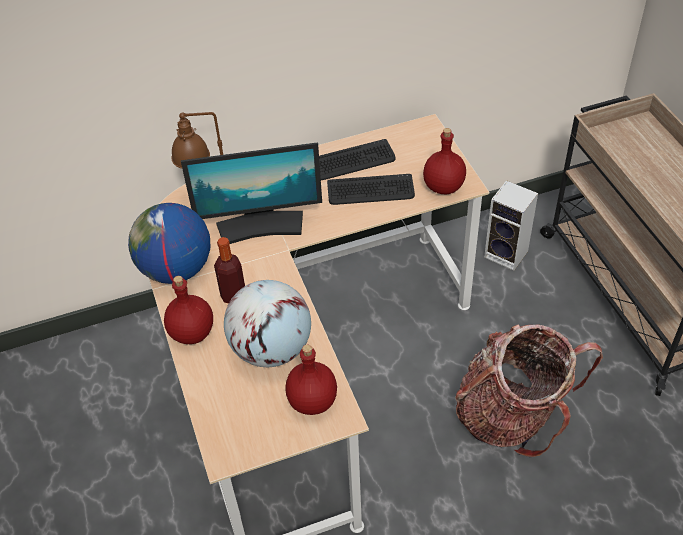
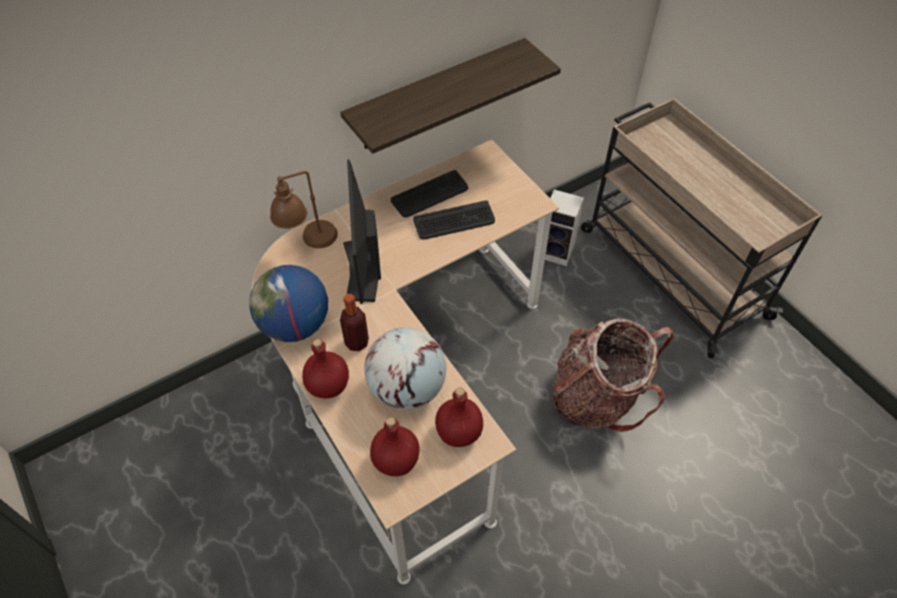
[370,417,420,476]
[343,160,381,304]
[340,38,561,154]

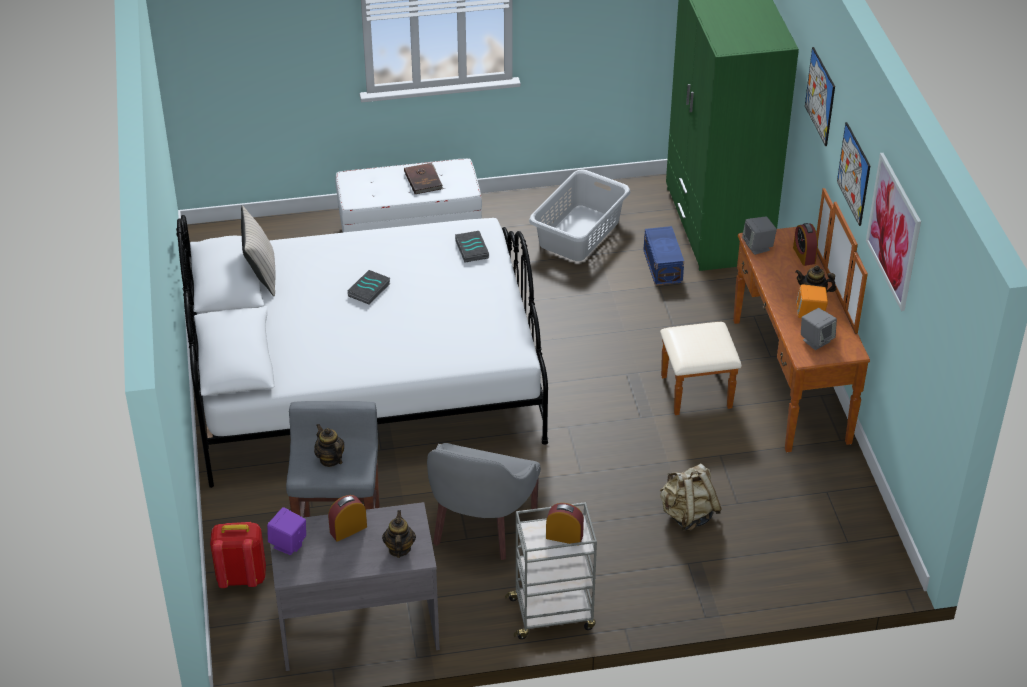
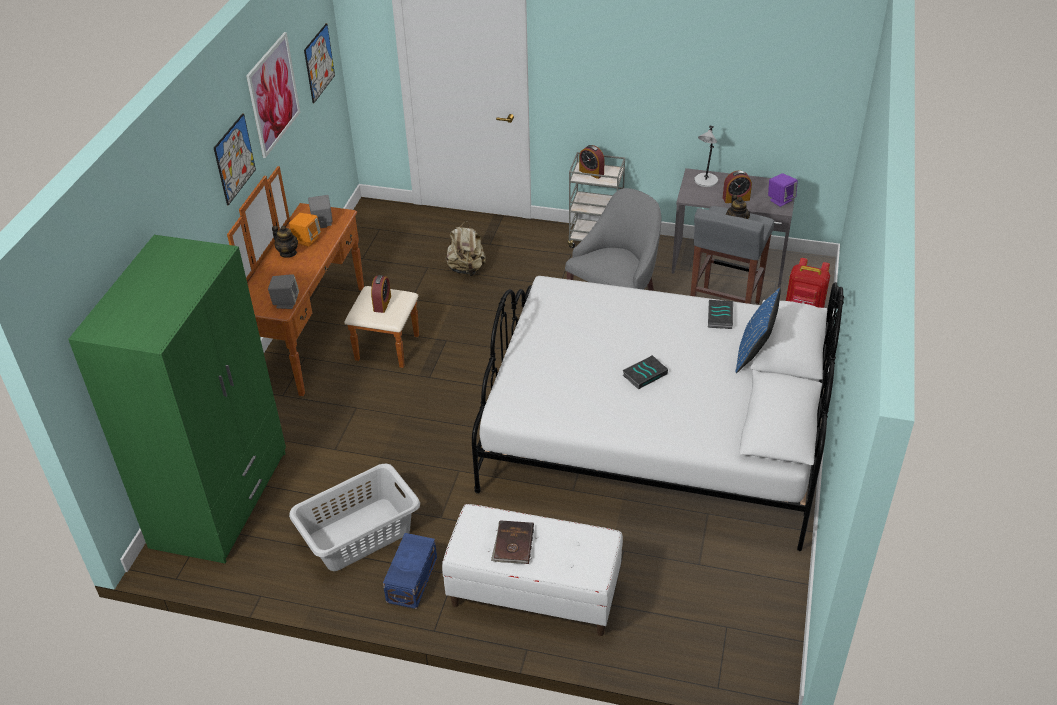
[304,23,335,103]
[241,205,276,296] (first image)
[371,275,391,313]
[383,533,437,609]
[708,300,733,329]
[694,125,718,187]
[736,288,781,373]

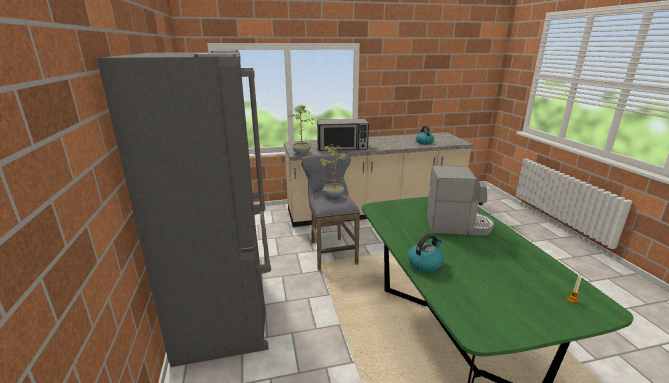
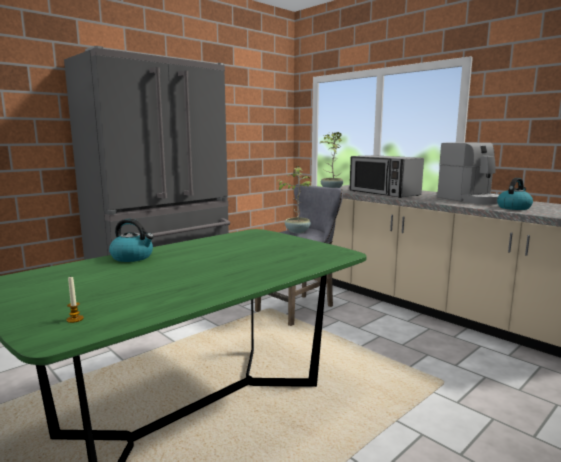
[437,142,500,205]

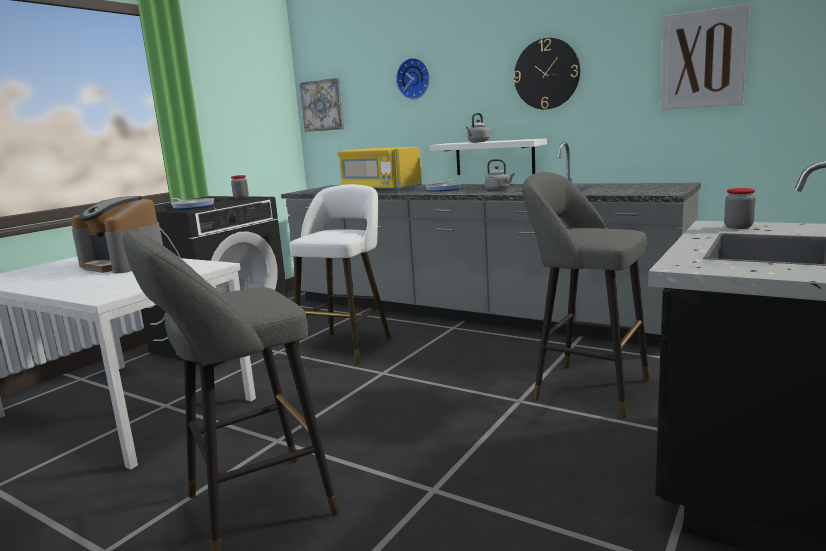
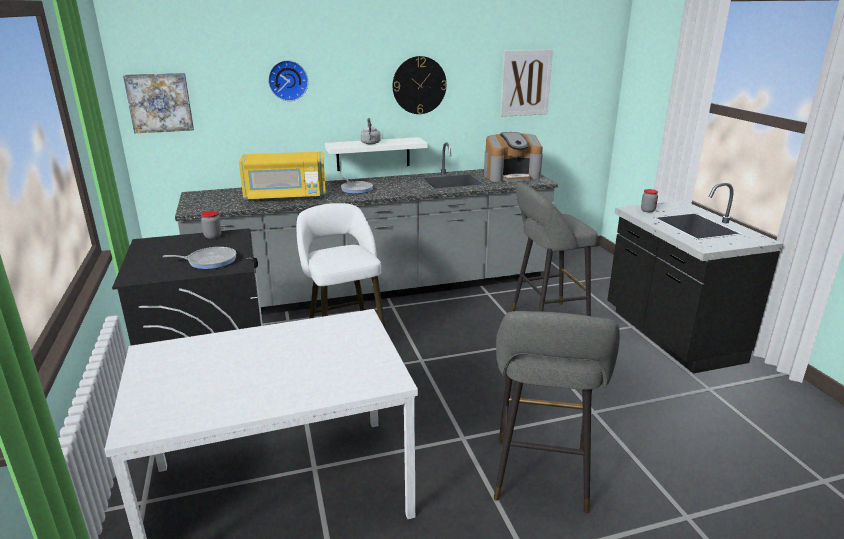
[485,159,515,190] (first image)
[484,132,543,182]

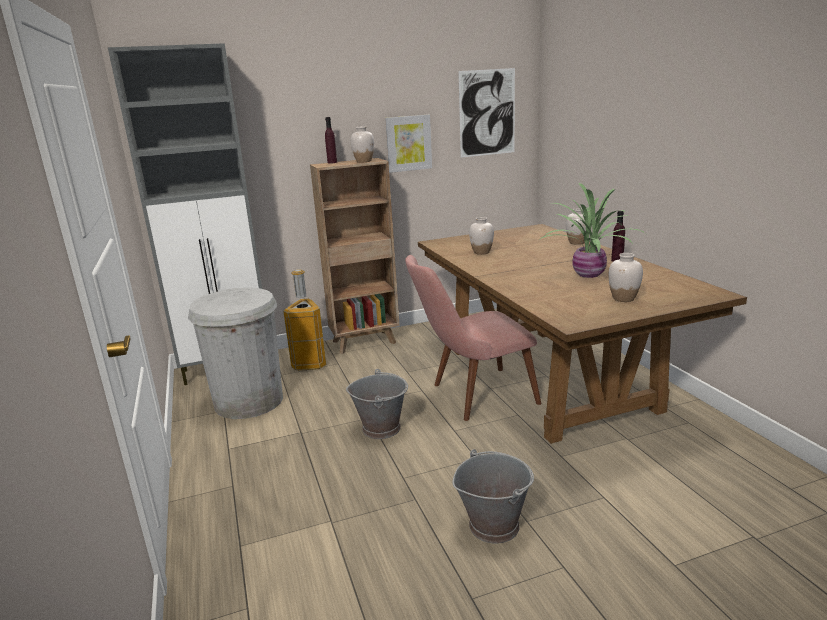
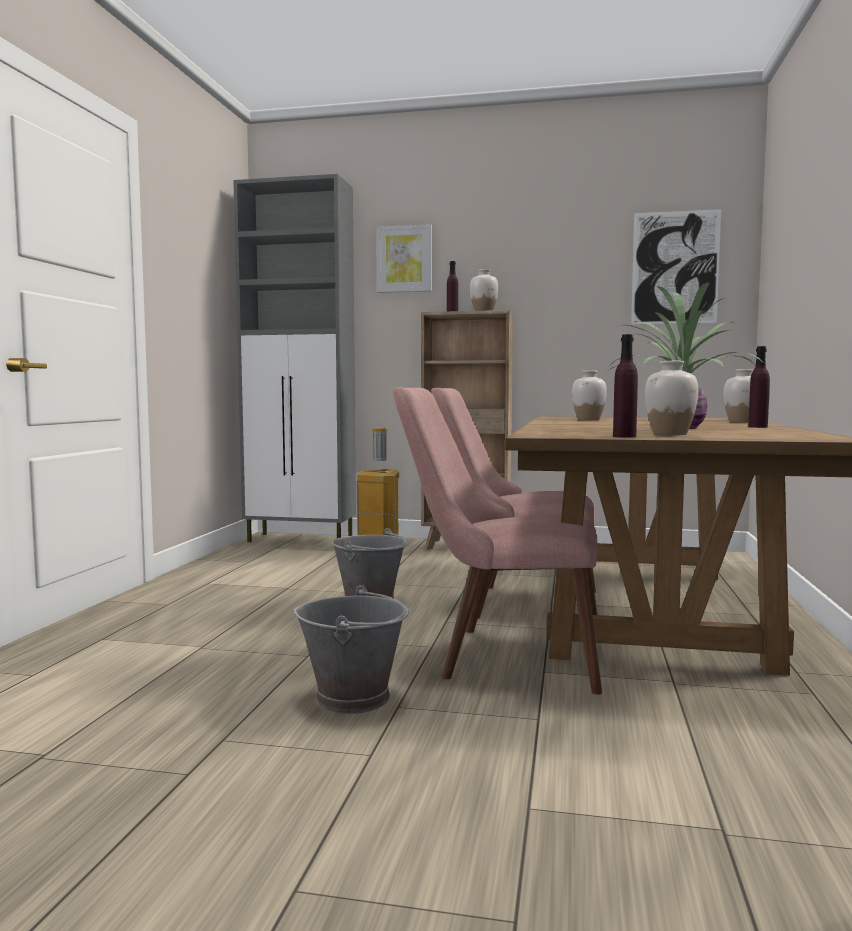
[376,224,432,293]
[188,288,283,419] (first image)
[613,334,638,438]
[393,387,602,695]

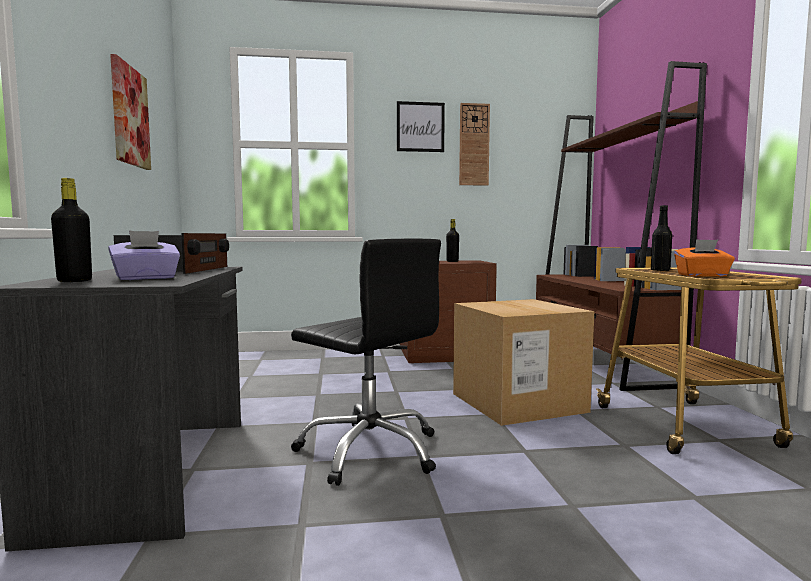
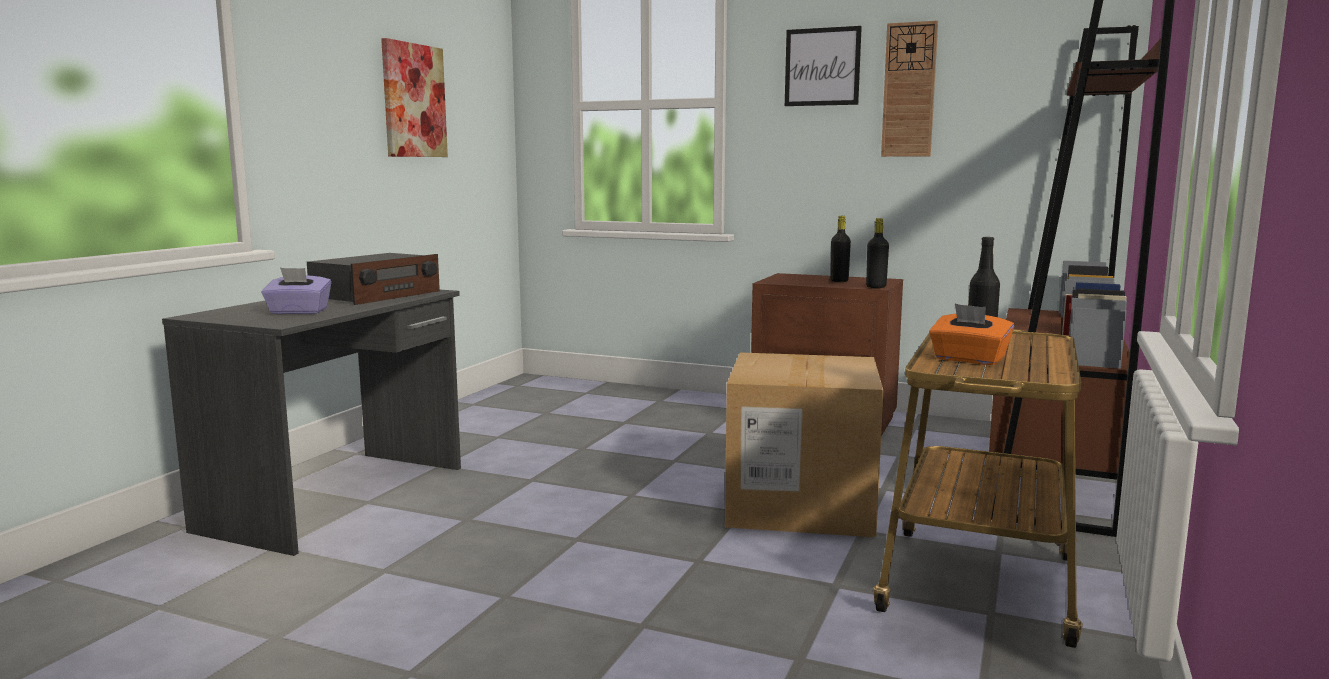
[866,218,889,288]
[291,239,441,486] (first image)

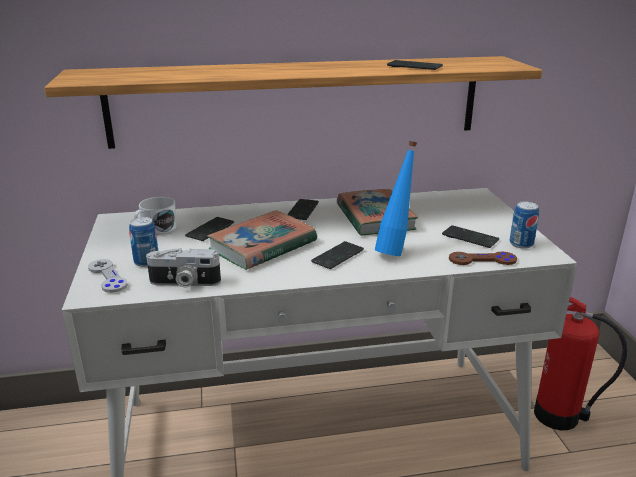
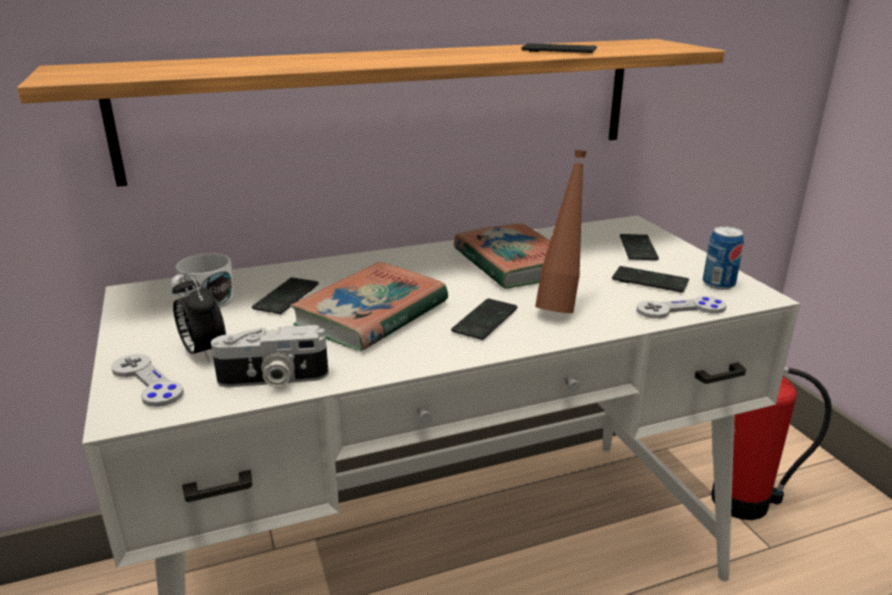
[535,150,587,313]
[620,234,659,260]
[172,272,226,363]
[637,296,726,319]

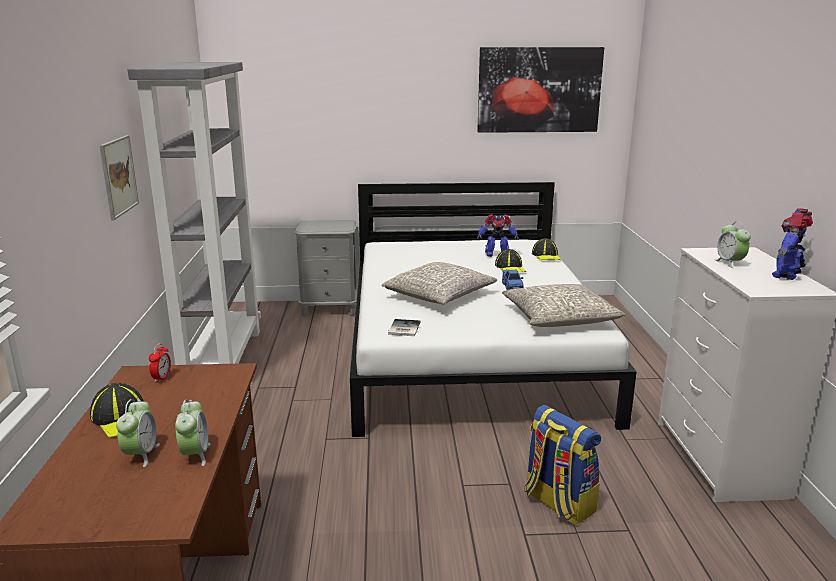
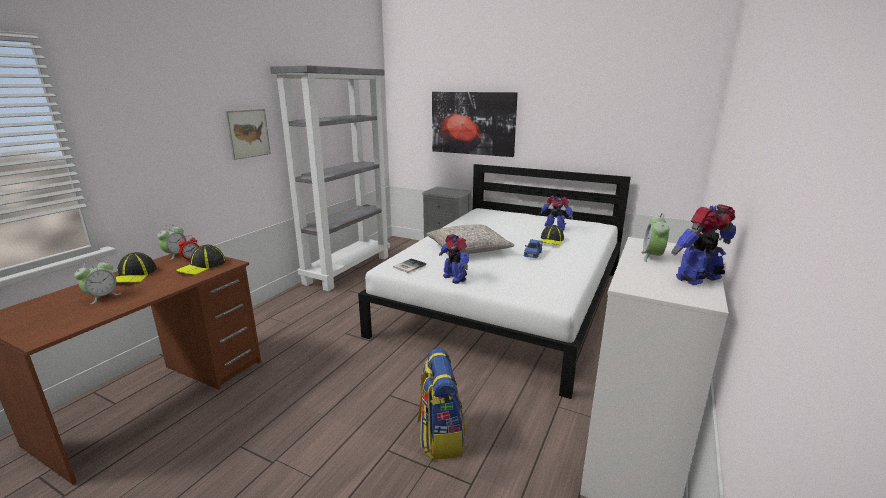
[432,92,518,157]
[176,245,225,275]
[502,284,625,327] (first image)
[157,224,187,260]
[439,234,469,284]

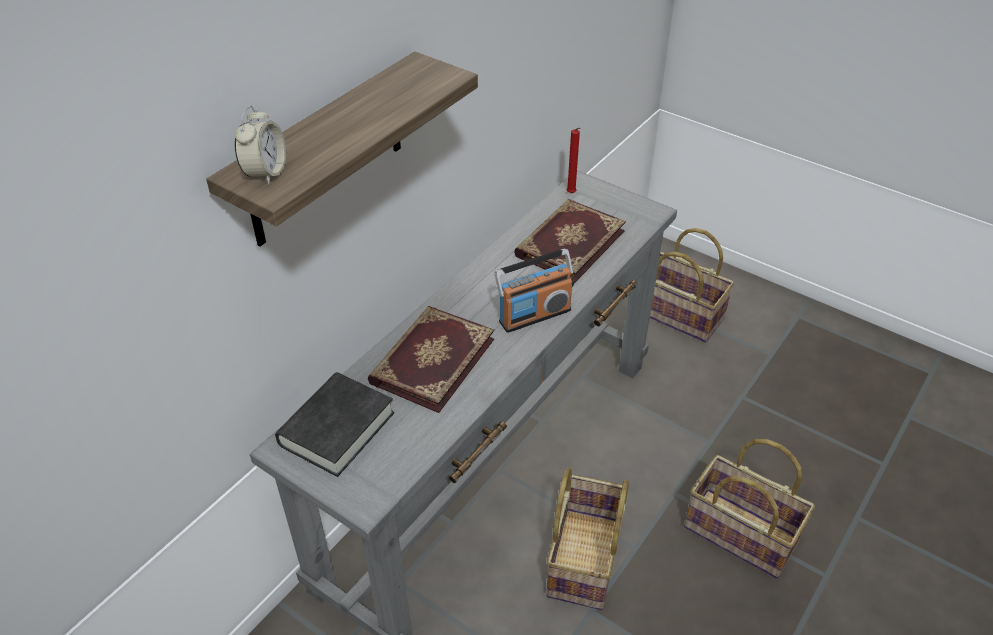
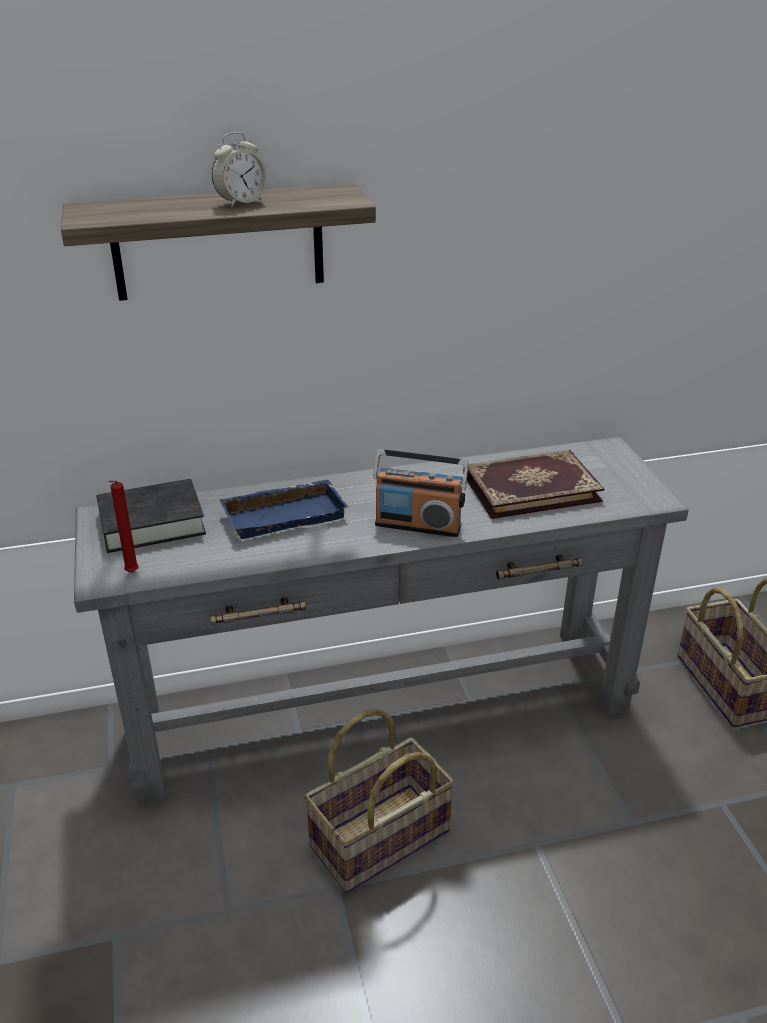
[211,132,267,207]
[109,480,139,573]
[219,479,348,539]
[684,439,815,579] (first image)

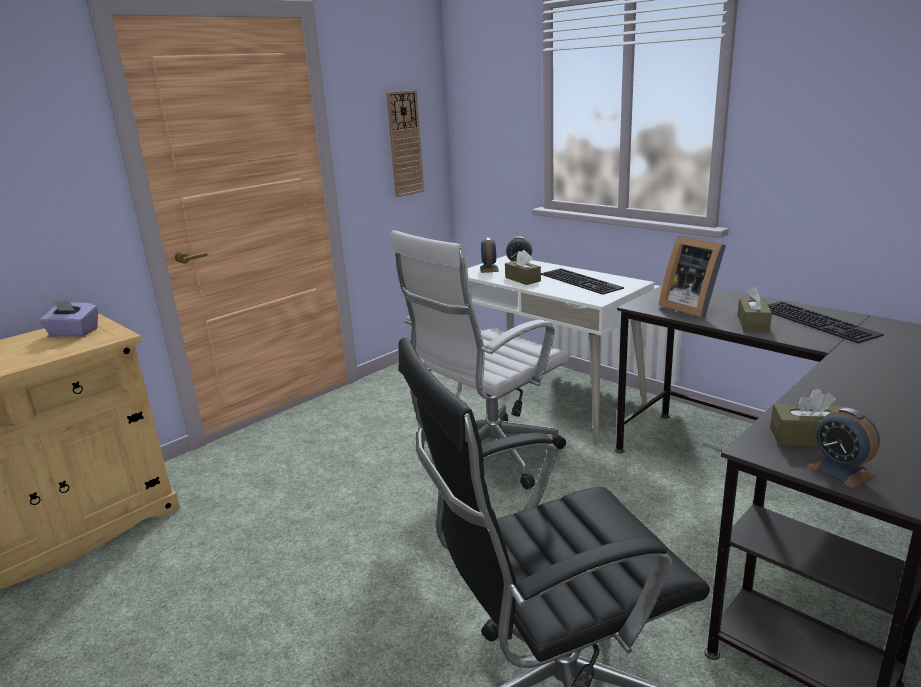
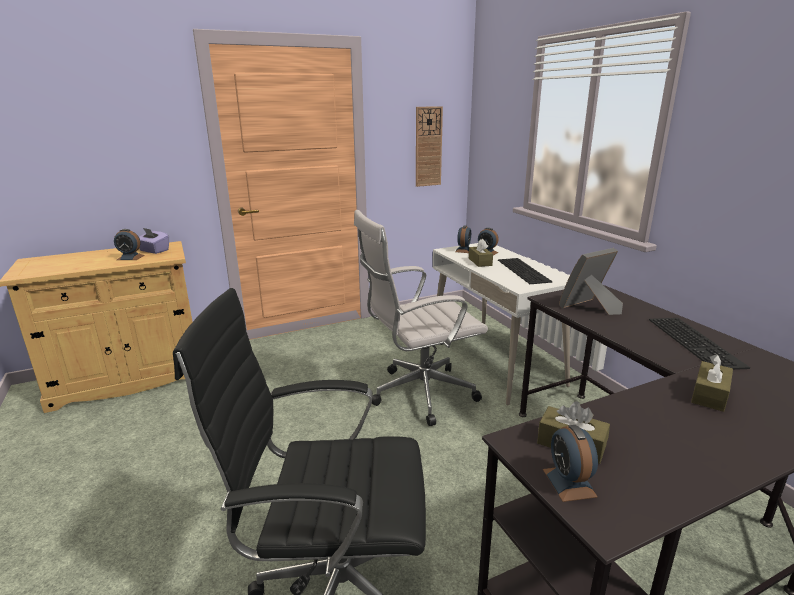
[559,248,623,315]
[691,354,733,412]
[114,229,145,260]

